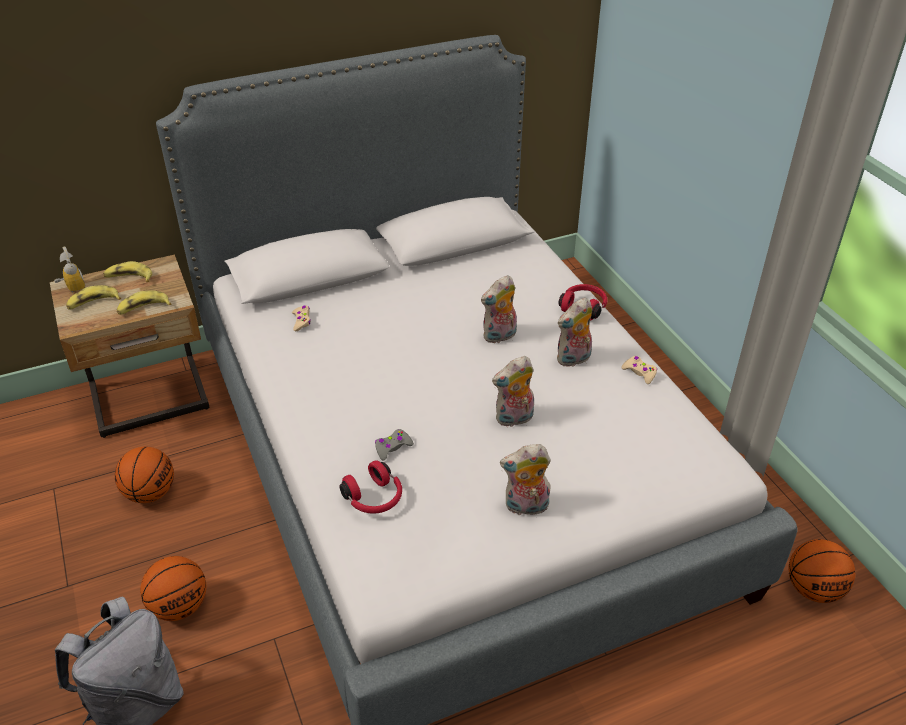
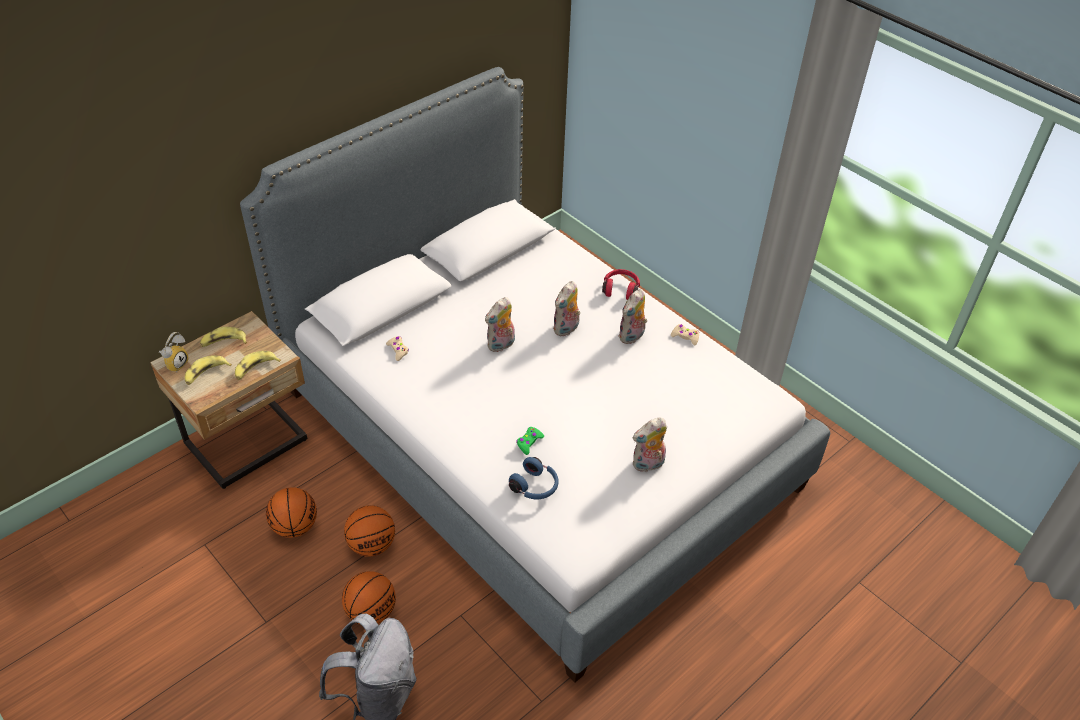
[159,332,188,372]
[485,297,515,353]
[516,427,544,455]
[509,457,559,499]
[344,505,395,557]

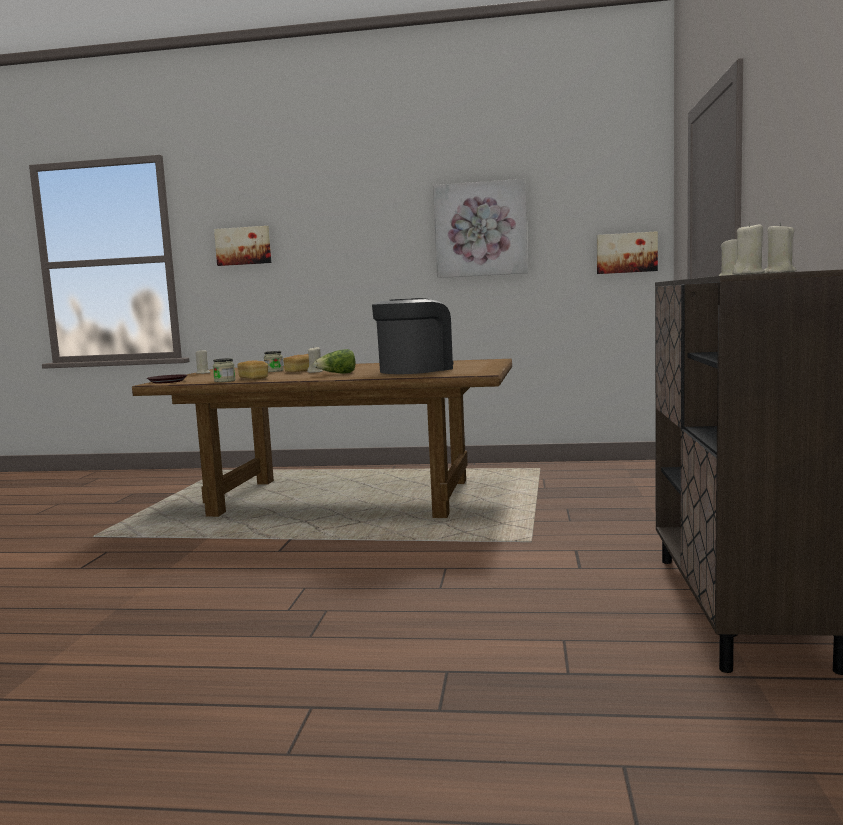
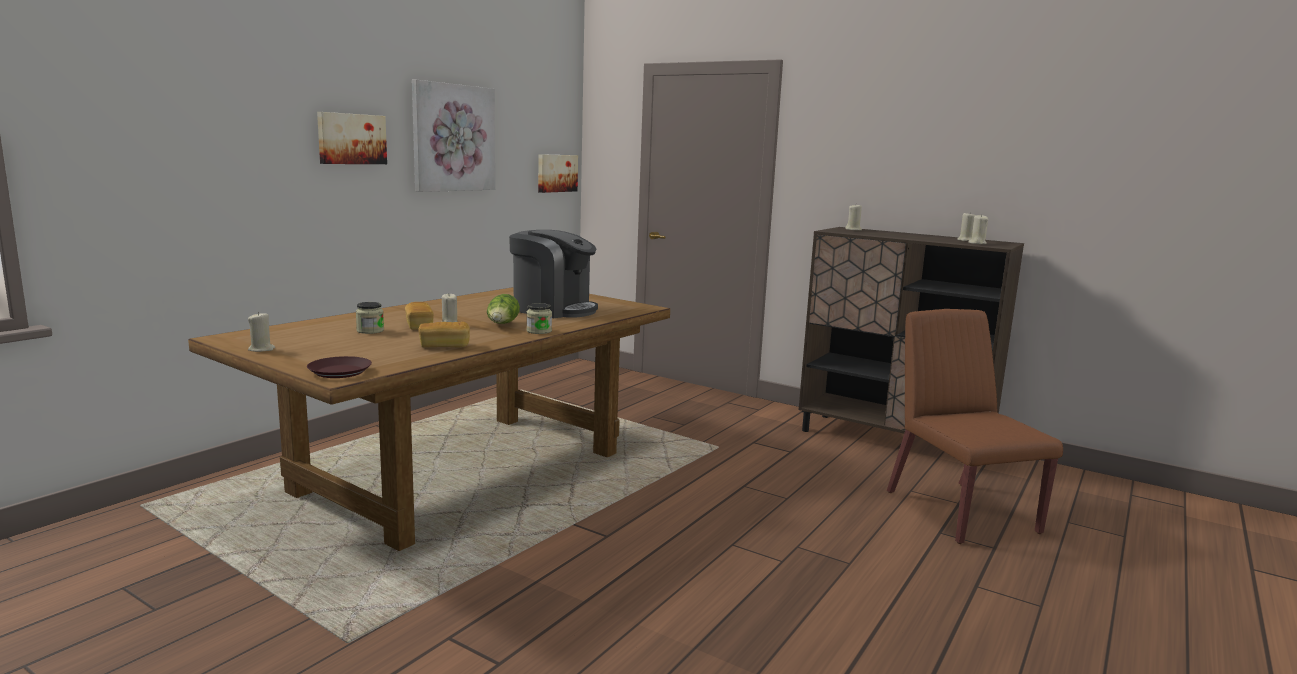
[317,112,387,164]
[509,230,598,318]
[527,303,552,334]
[887,309,1063,544]

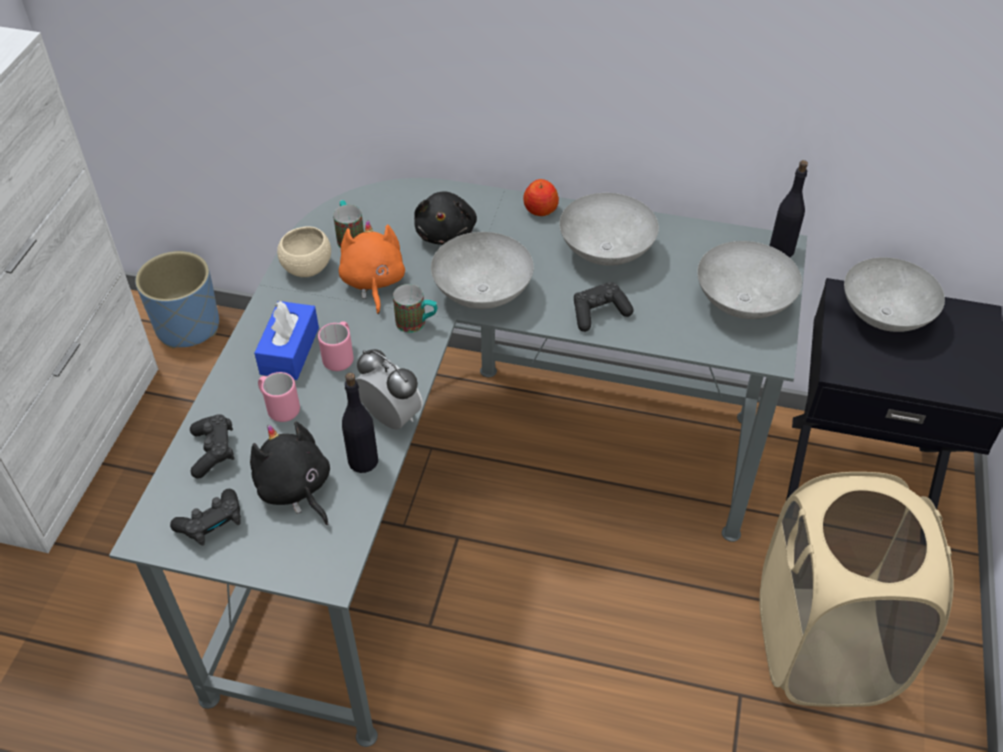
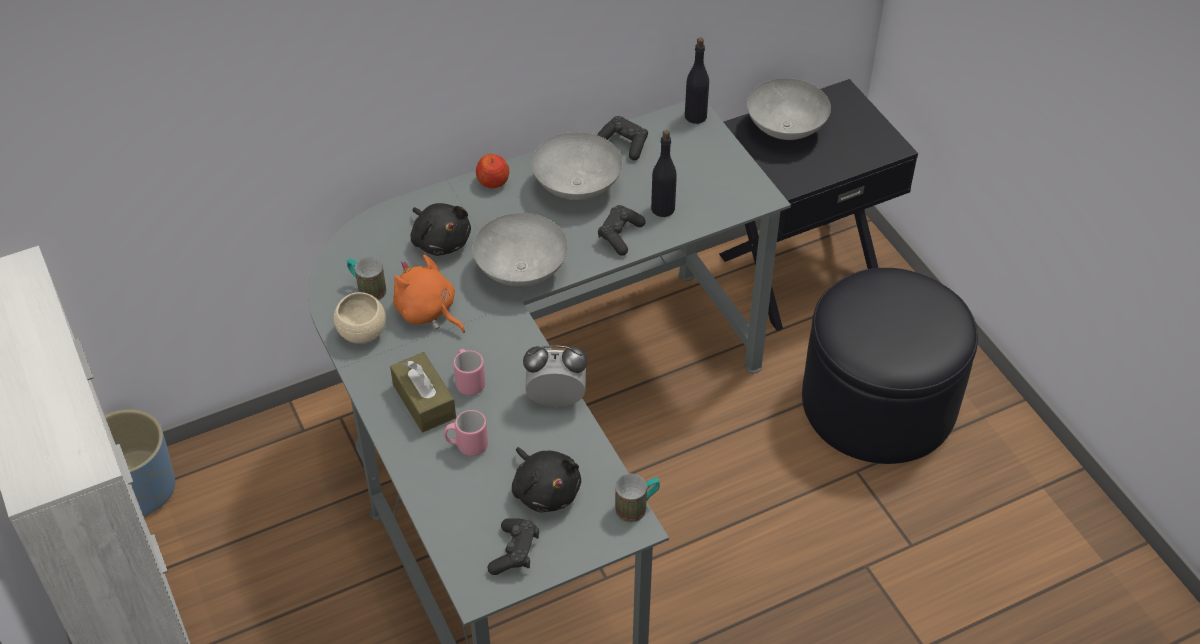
[697,241,802,319] (first image)
[615,474,660,522]
[390,352,456,432]
[651,130,677,217]
[597,116,648,161]
[512,447,581,513]
[802,268,978,464]

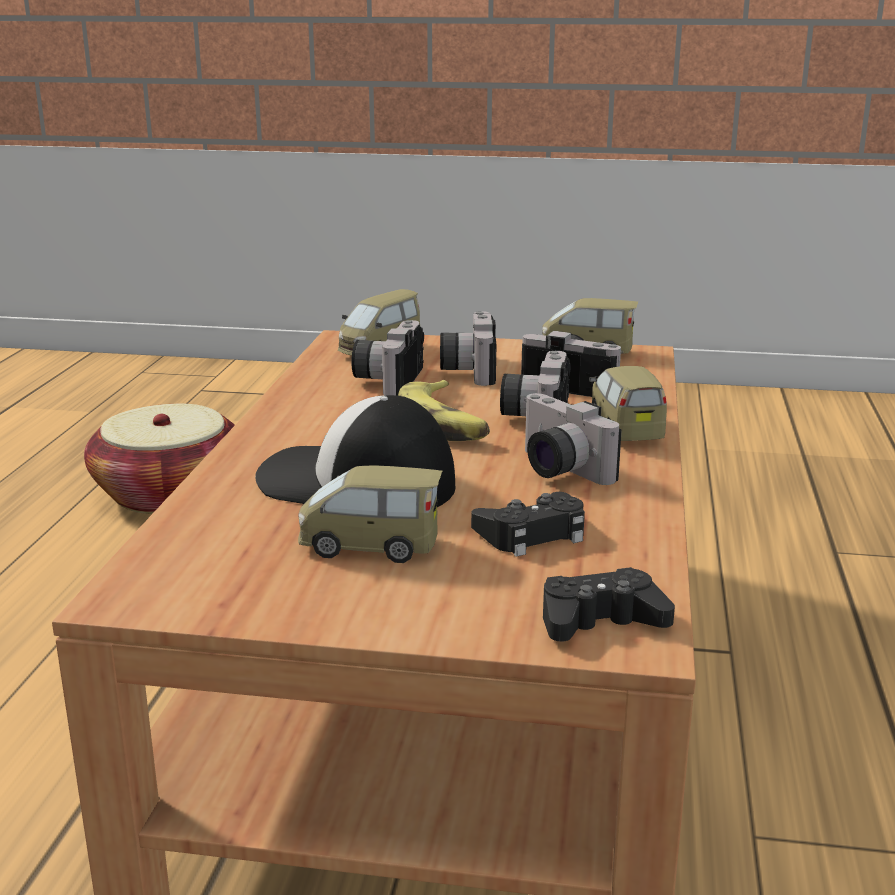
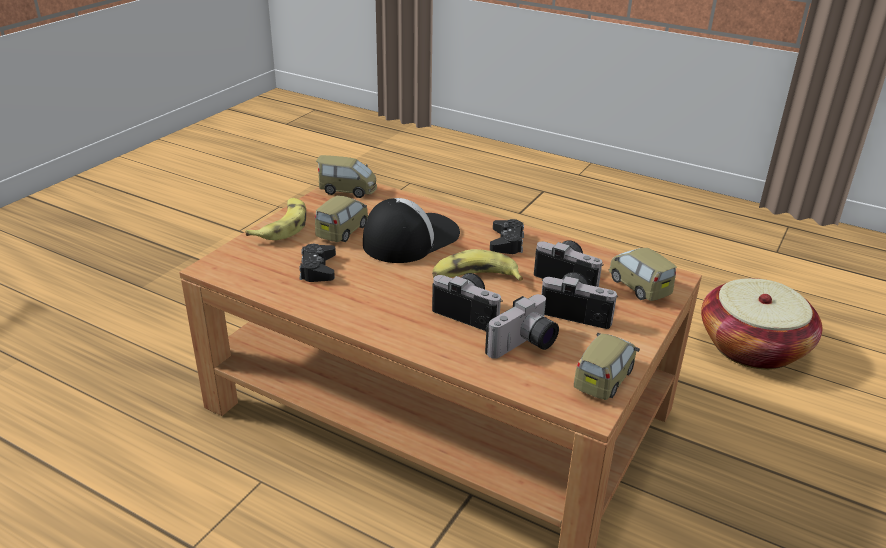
[316,155,377,198]
[525,393,621,485] (first image)
[490,219,524,254]
[245,198,306,240]

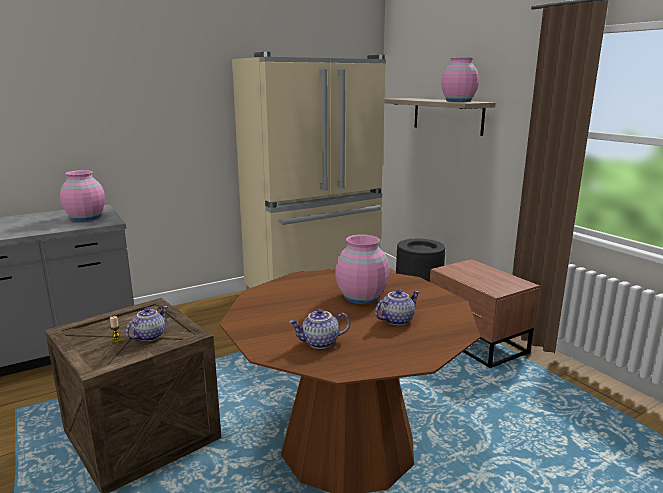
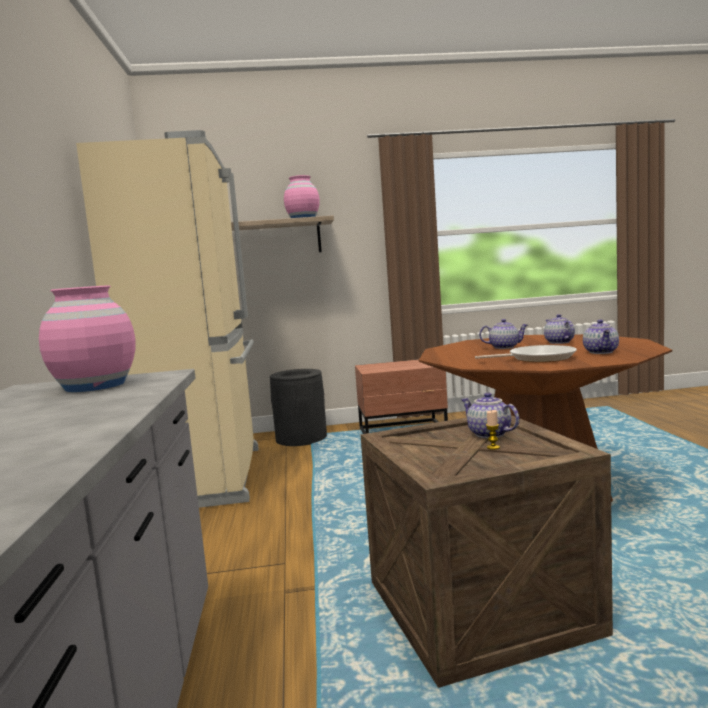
[479,319,528,349]
[475,345,577,362]

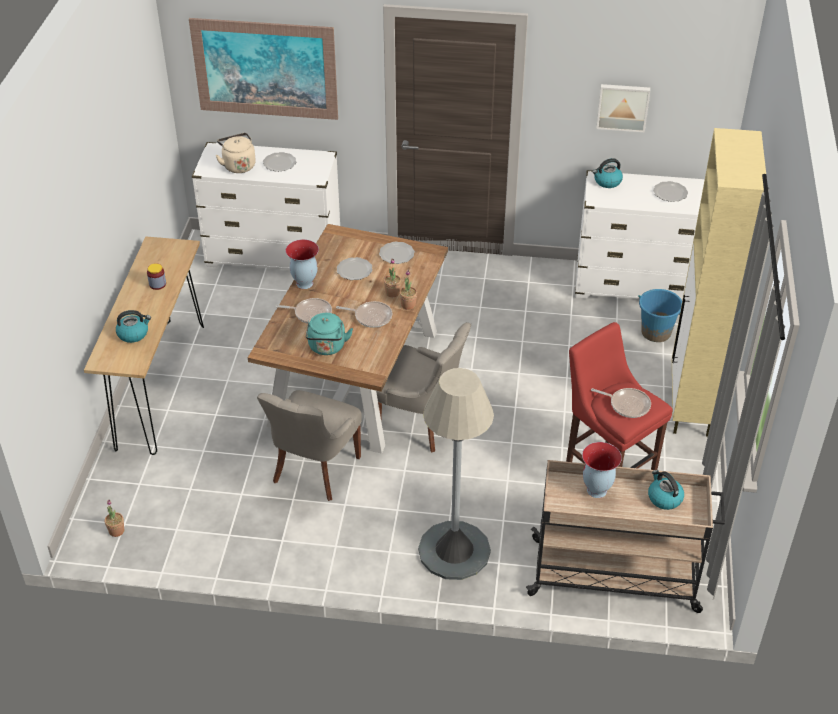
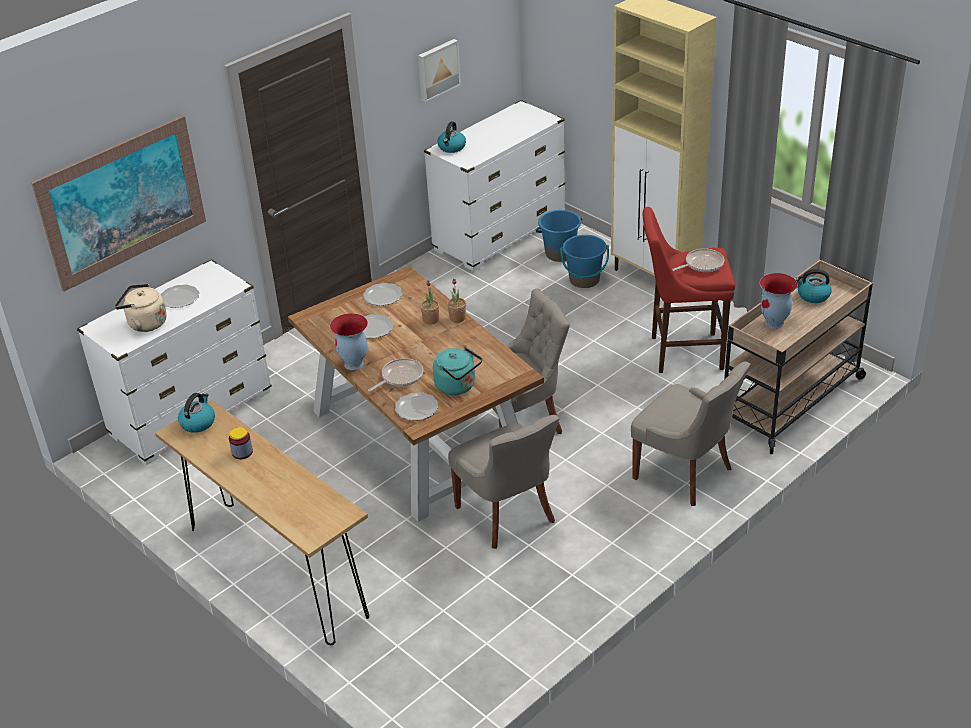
[395,392,438,421]
[336,301,392,328] (first image)
[178,393,215,433]
[631,361,751,506]
[105,500,124,537] (first image)
[560,235,609,288]

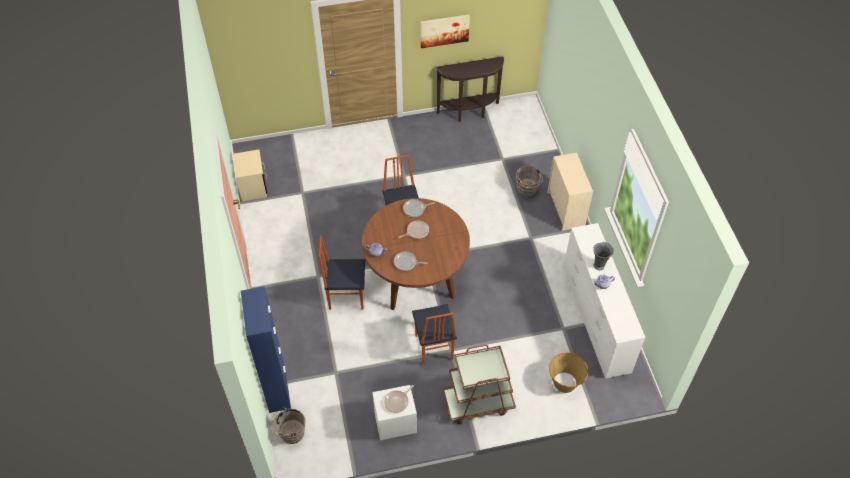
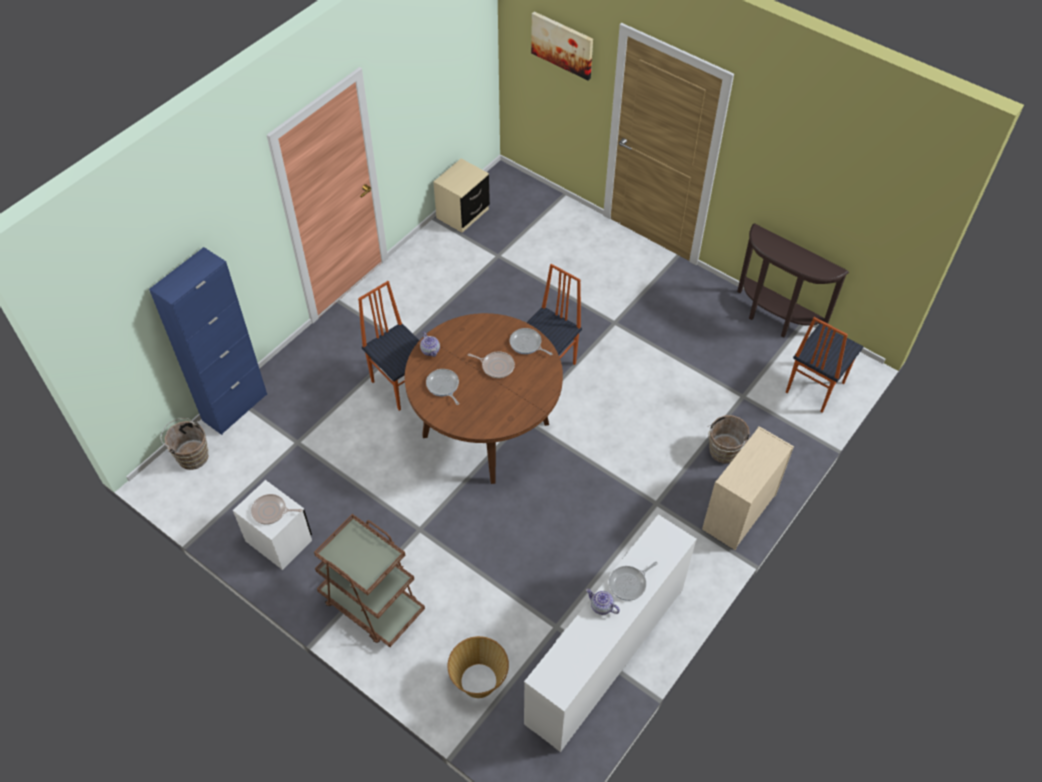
[531,11,593,80]
[609,562,658,601]
[786,317,864,413]

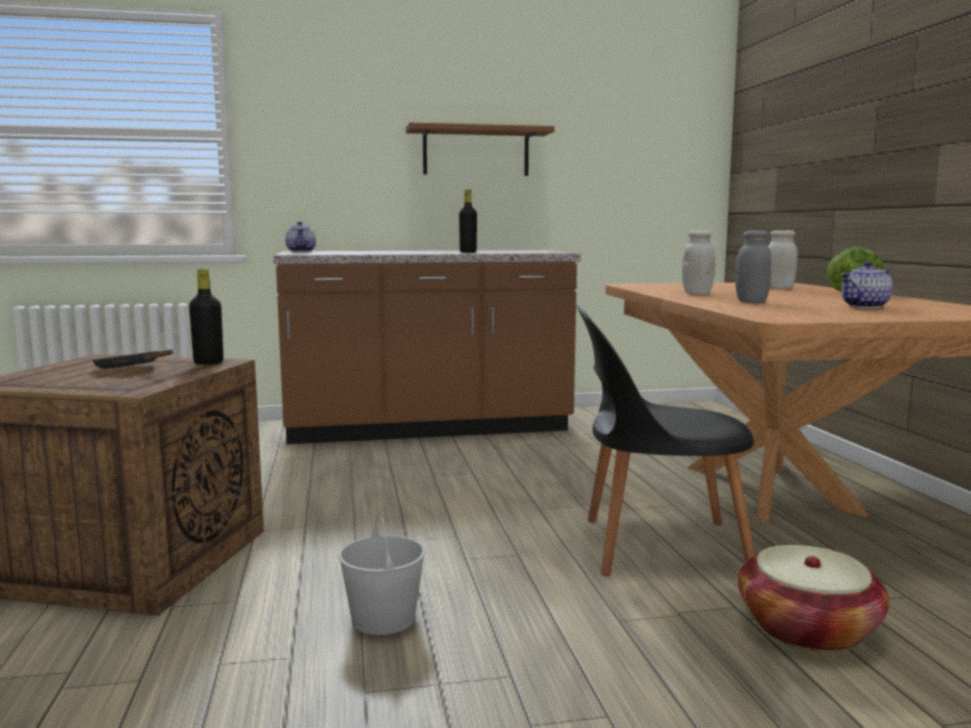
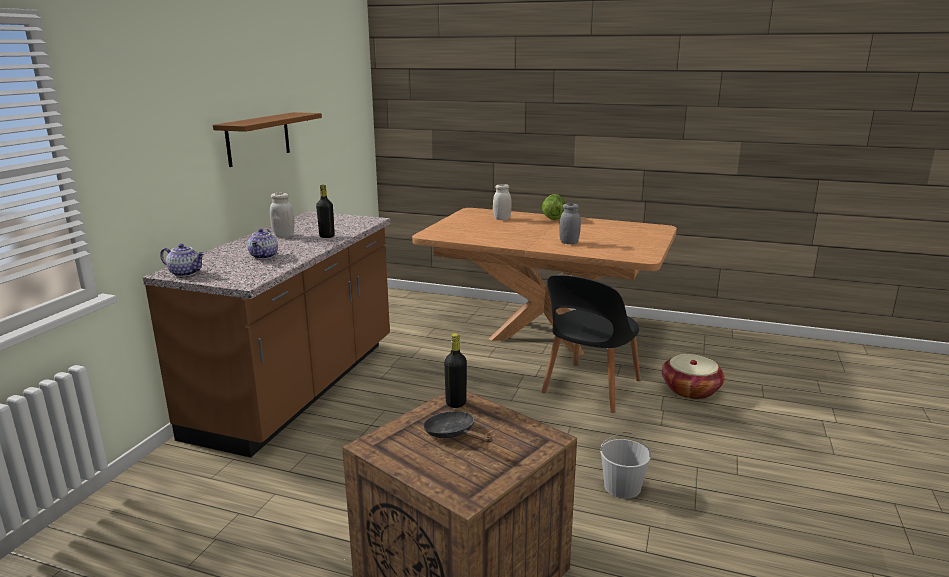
[270,193,295,237]
[247,229,278,259]
[423,411,493,443]

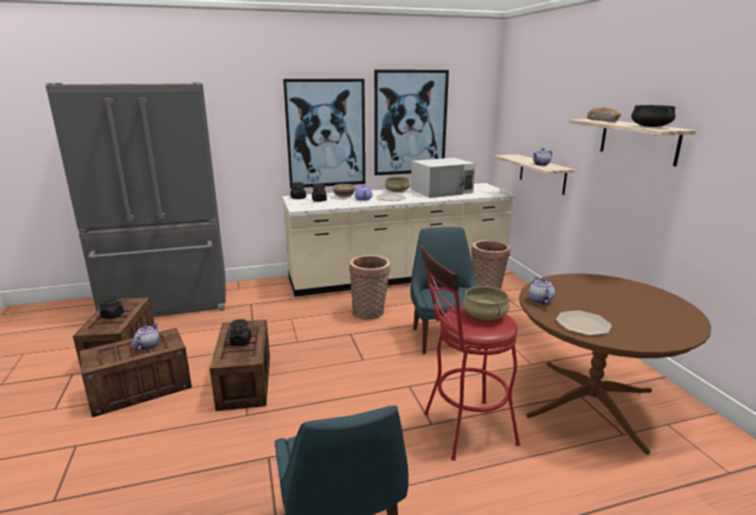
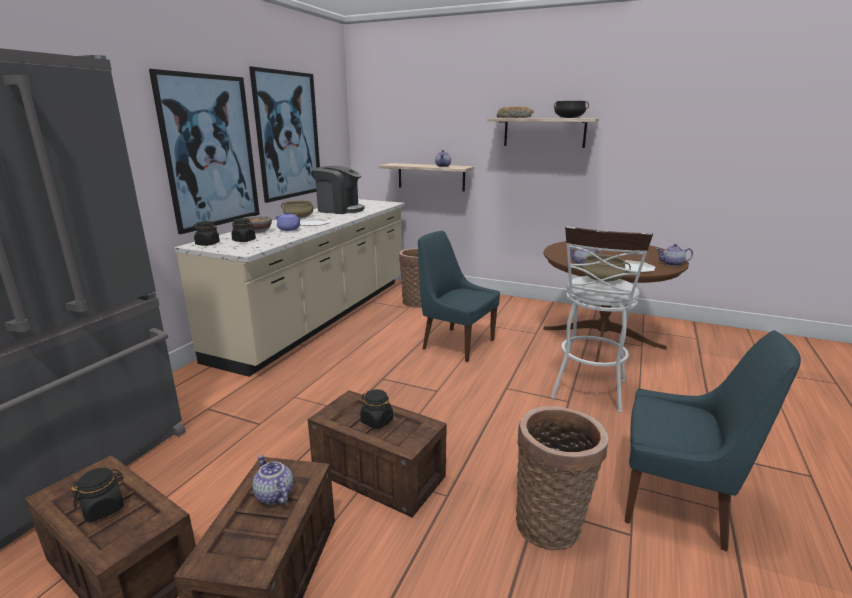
[313,166,364,214]
[551,226,653,413]
[516,406,608,550]
[656,244,693,266]

